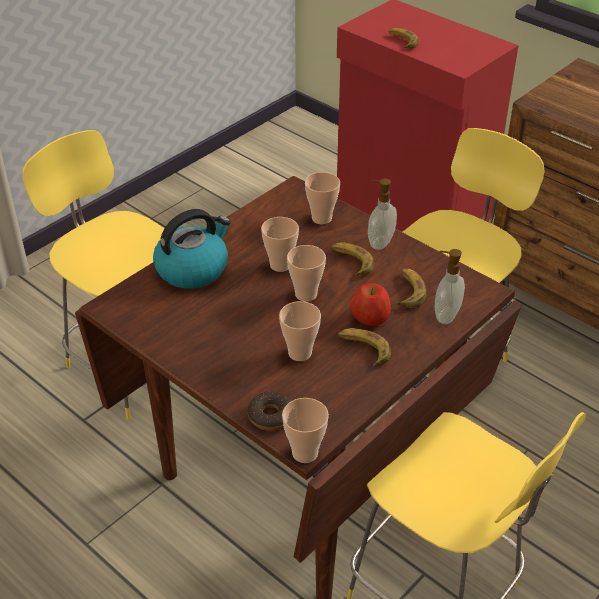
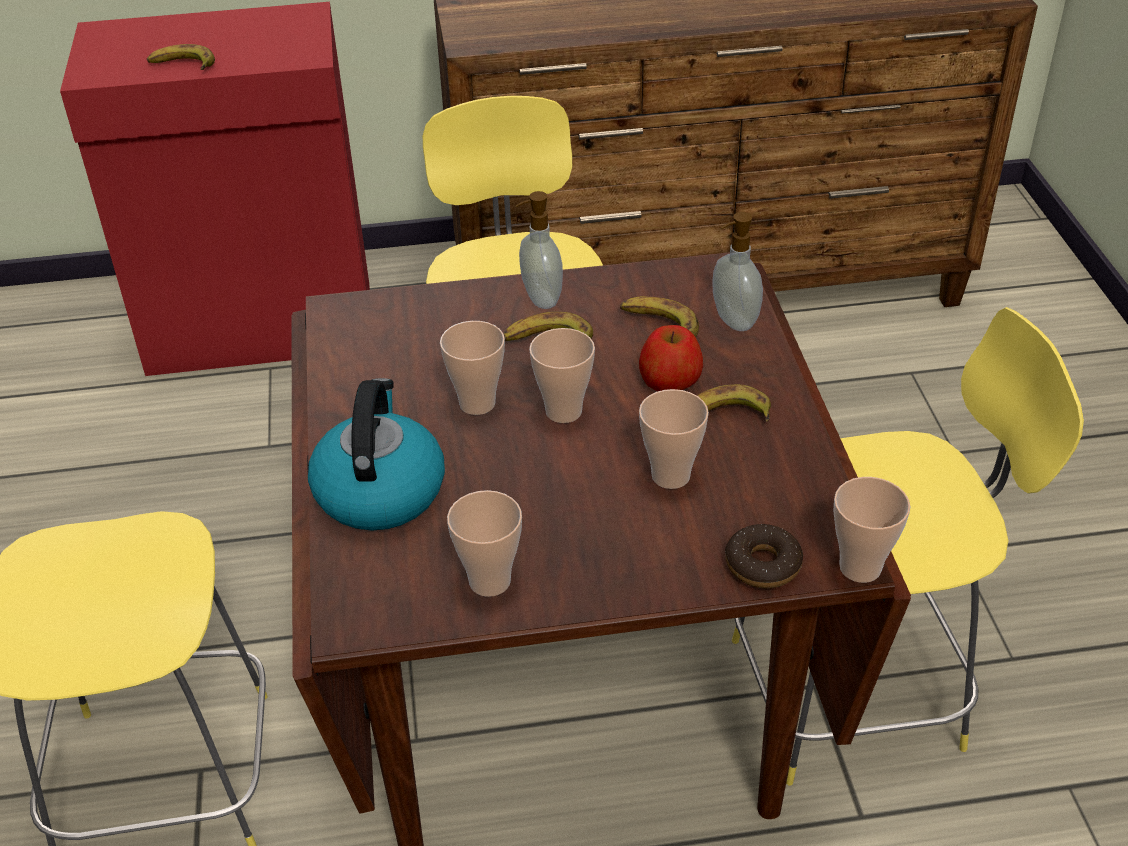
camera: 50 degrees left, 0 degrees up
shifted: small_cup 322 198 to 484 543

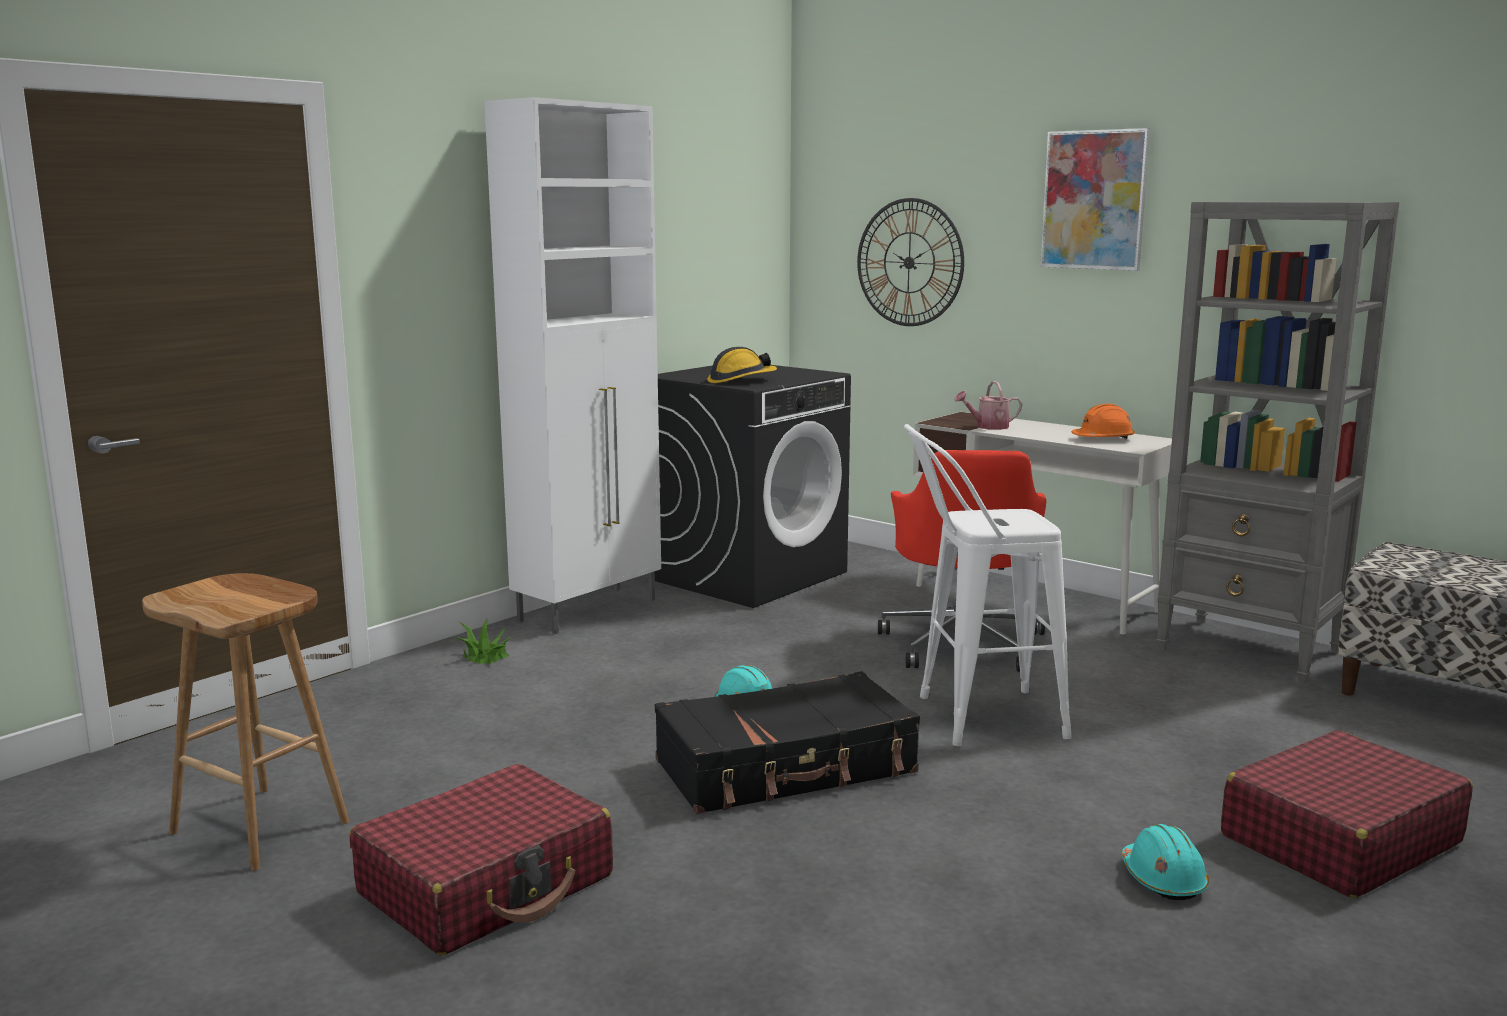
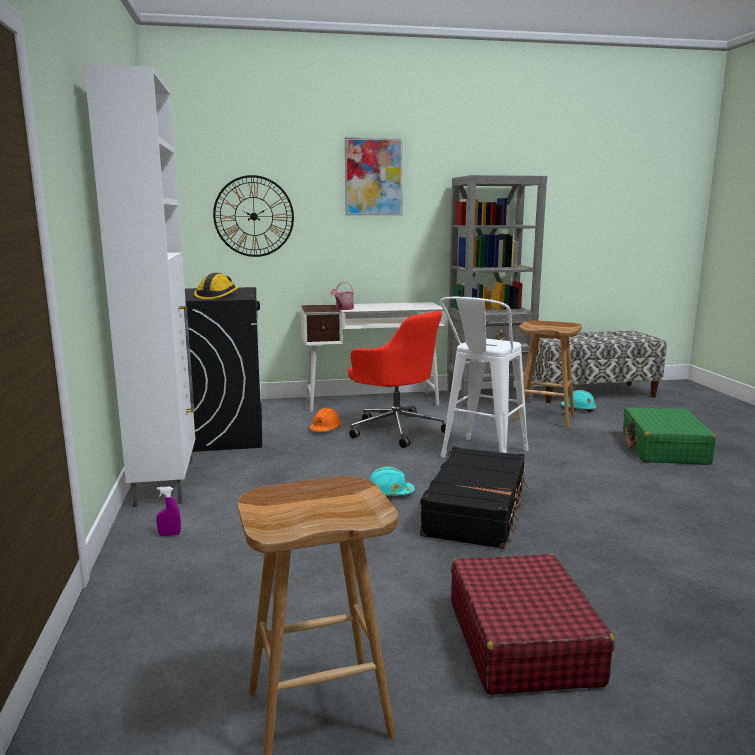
camera: 50 degrees left, 0 degrees up
new: brownish_stool 548 374
shifted: orange_work_helmet 1103 421 to 325 420; turquoise_work_helmet 1165 862 to 579 401
swapped: potted_plant 483 640 to purple_hand_sprayer 168 511
repainted: reddish_piece_of_luggage 1347 814 to green-coloured_piece_of_luggage 669 436

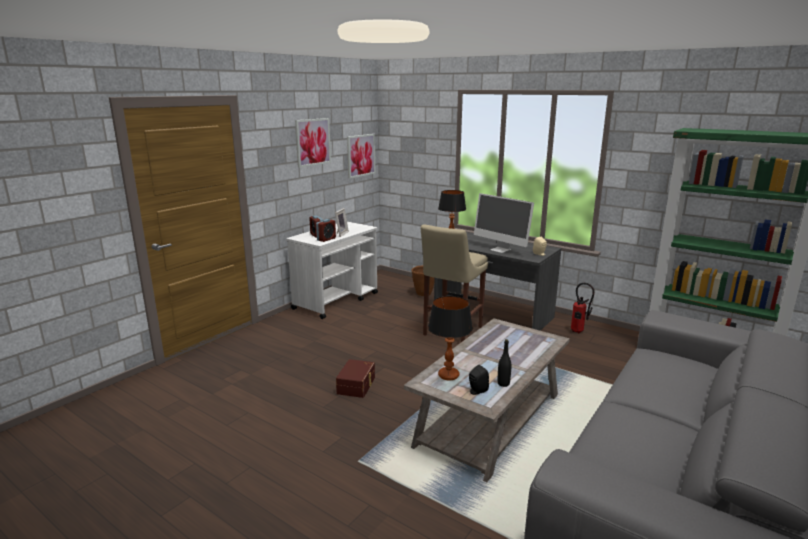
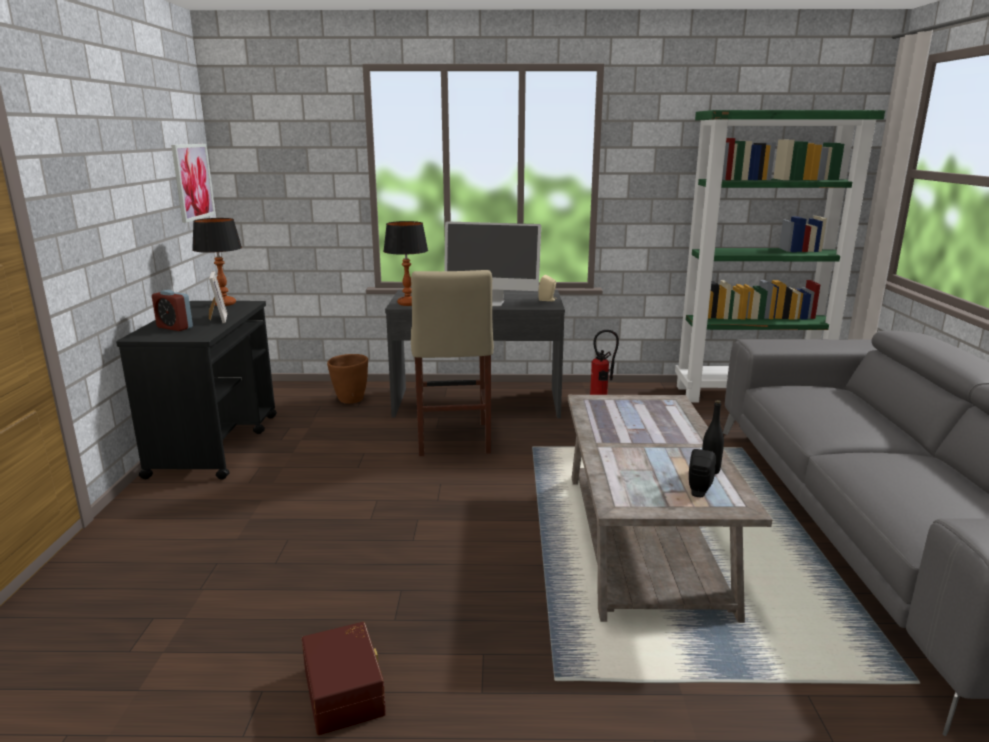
camera: 35 degrees left, 0 degrees up
gone: wall_art 313 143; bedside_clock 326 230
shifted: lamp_for_a_table 450 338 to 217 262; brownish_storage_container 355 378 to 344 678
repainted: whitish_wheeled_cart 332 270 to black-coloured_wheeled_cart 196 390

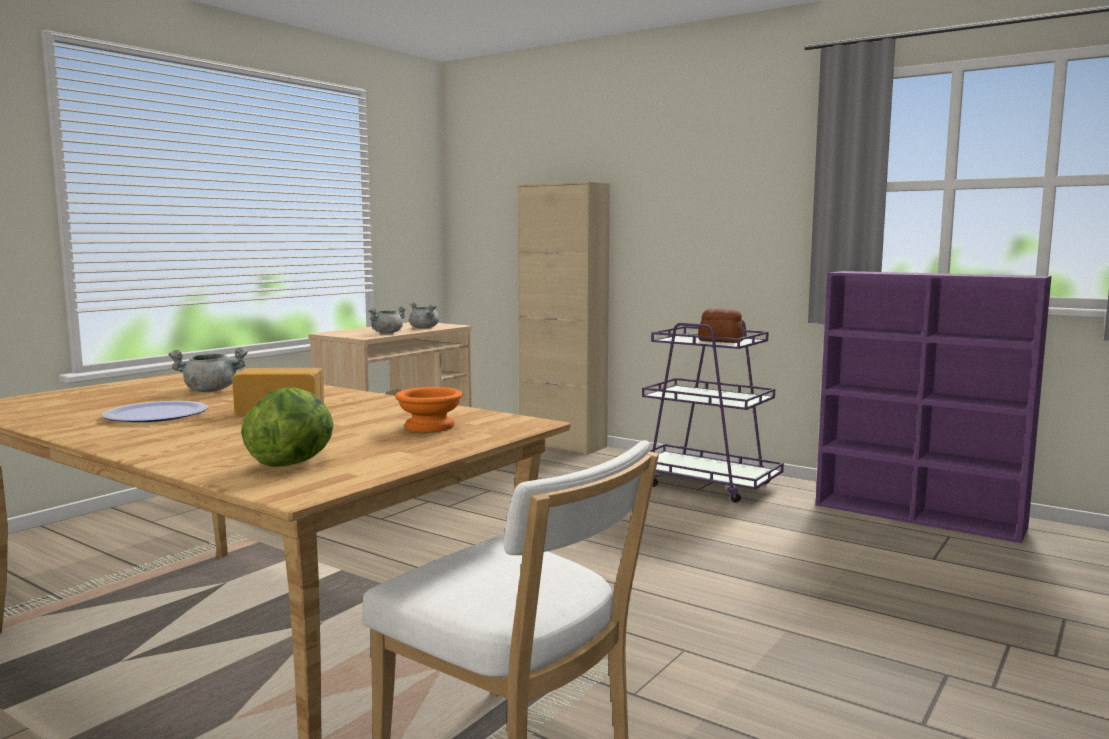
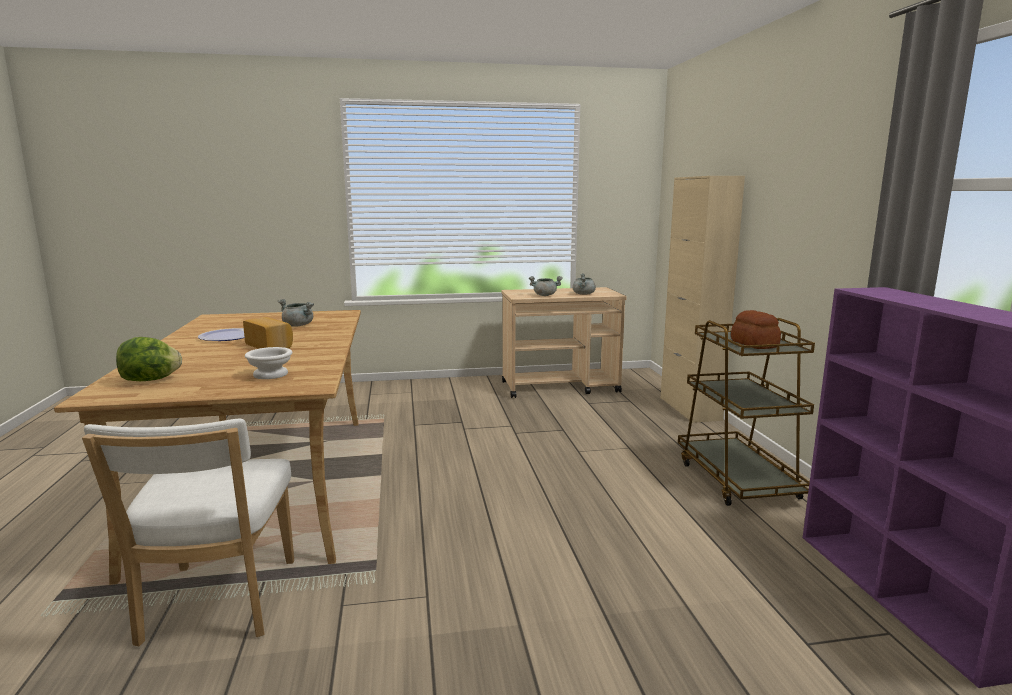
camera: 45 degrees right, 5 degrees up
repainted: purple_wheeled_cart 713 411 to brownish_wheeled_cart 746 412; orange_serving_bowl 429 409 to whitish_serving_bowl 269 363

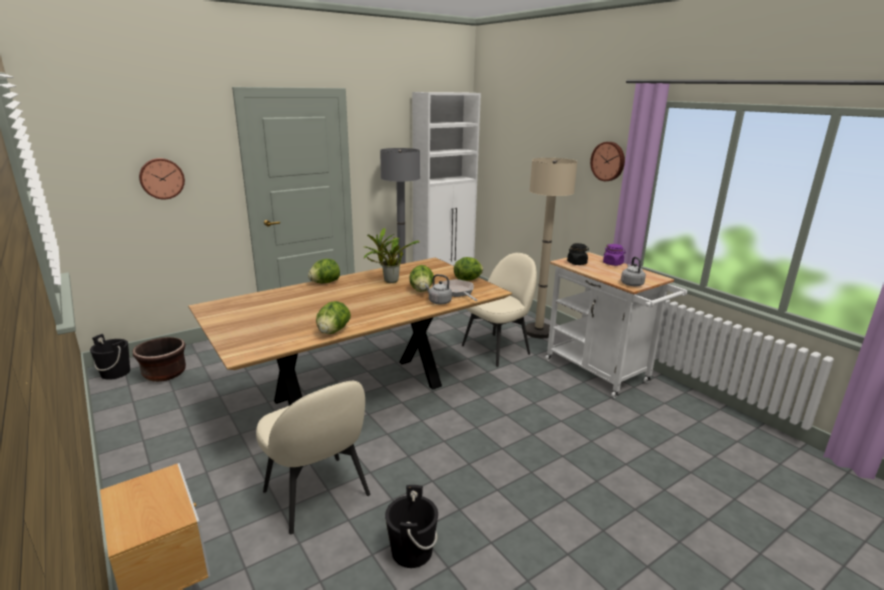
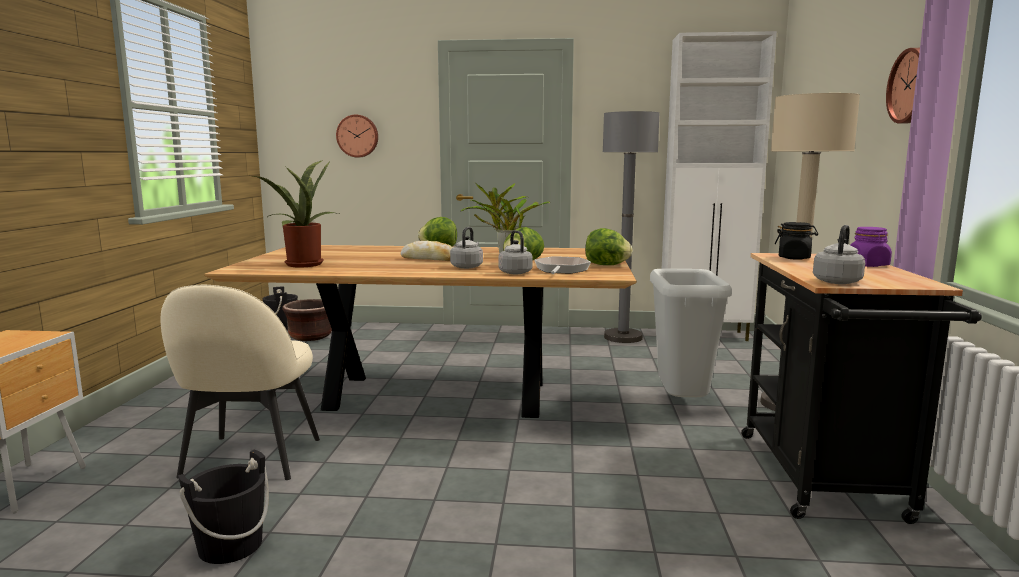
camera: 40 degrees right, 10 degrees down
gone: head_of_lettuce 333 317
new: potted_plant 297 214; greyish_water_kettle 466 248; bread 426 251
swapped: beige-coloured_chair 499 310 to greyish_rubbish_bin 691 333
repainted: whitish_wheeled_cart 616 325 to black-coloured_wheeled_cart 861 388

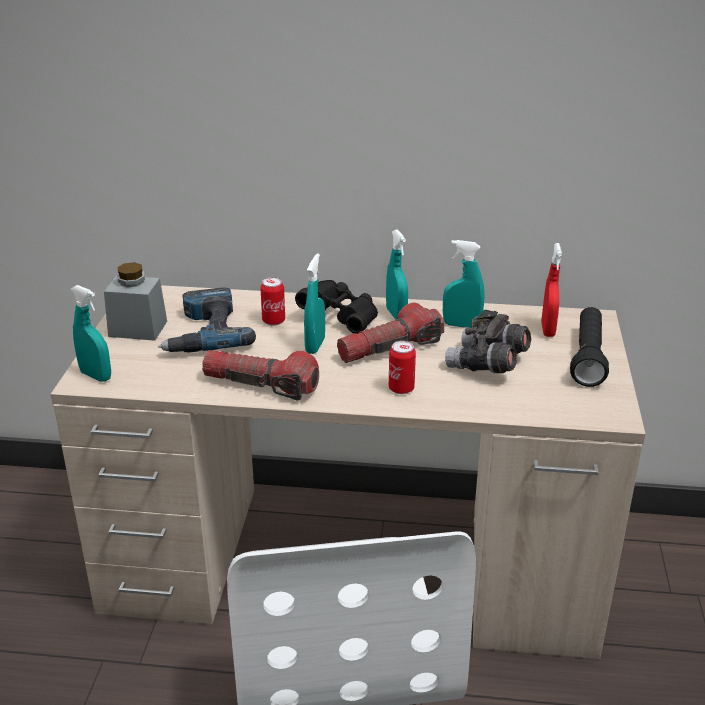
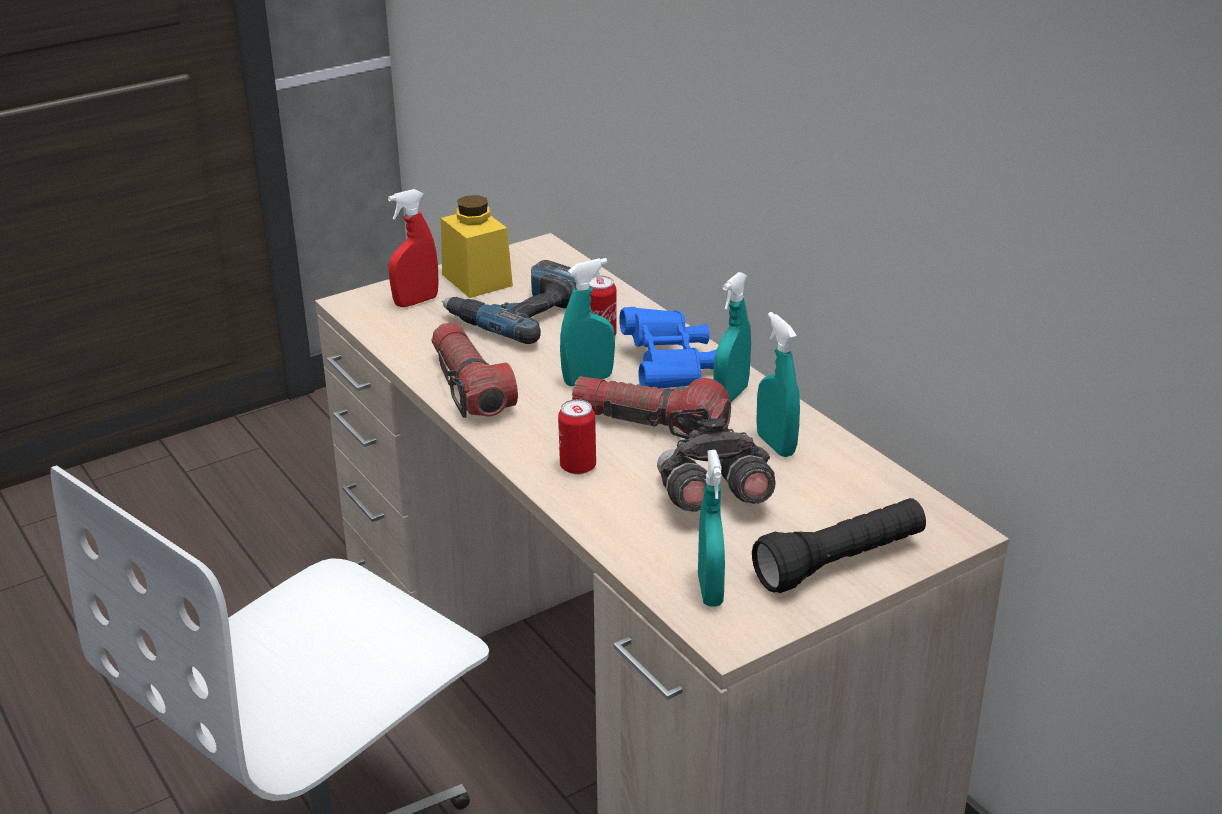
camera: 50 degrees right, 0 degrees up
shifted: reddish_hand_sprayer 551 290 to 413 248; turquoise_hand_sprayer 91 333 to 711 528
repainted: greyish_preserve_jar 135 301 to yellow_preserve_jar 477 246; black-coloured_binoculars 336 307 to bluish_binoculars 668 347

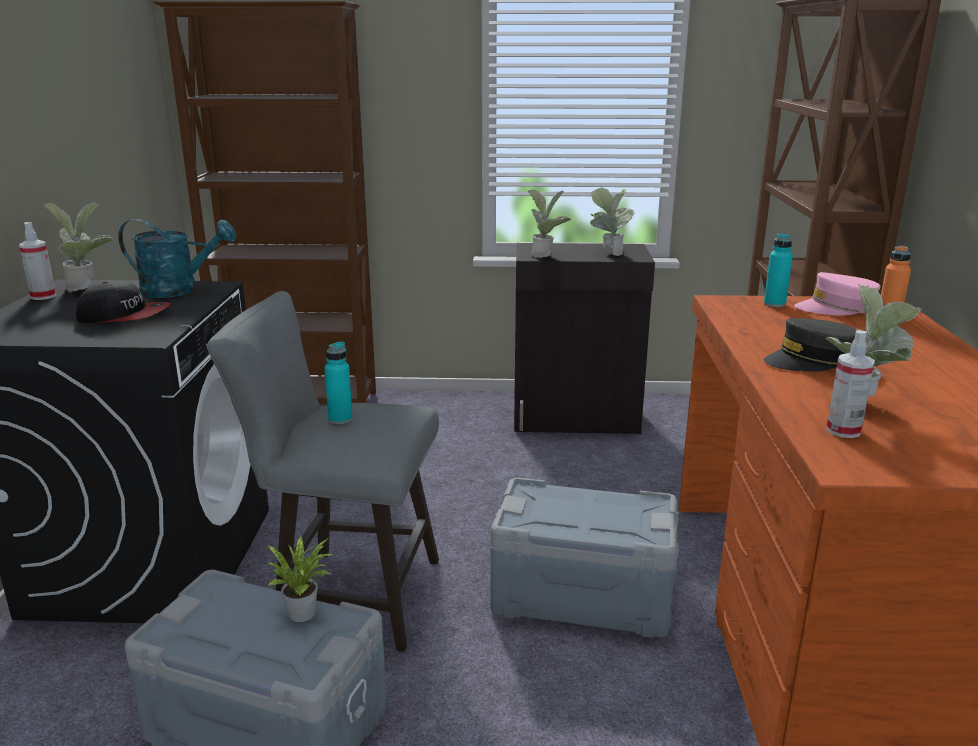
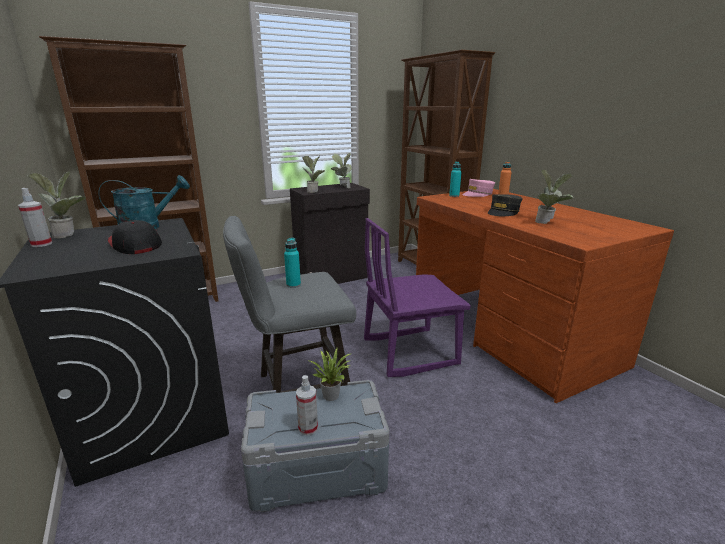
camera: 30 degrees left, 0 degrees up
shifted: hand_sprayer 850 384 to 307 405
swapped: greyish_storage_container 584 558 to purple_chair 417 297
rotated: cap 123 301 = 135 237 105 degrees counterclockwise

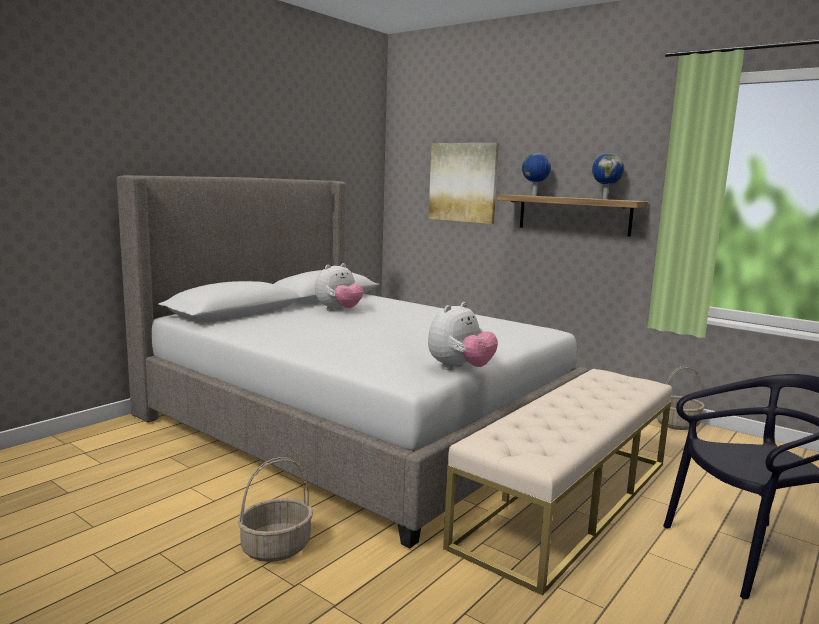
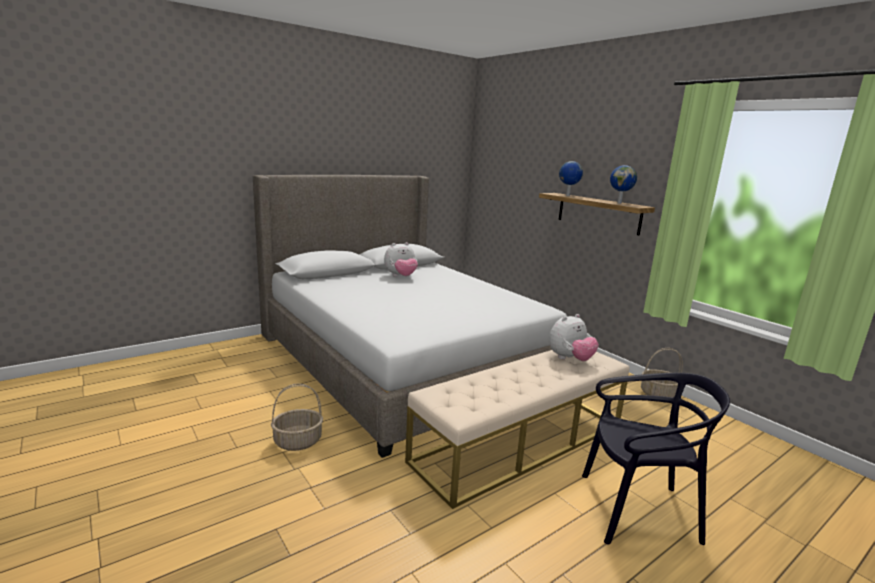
camera: 15 degrees right, 5 degrees up
gone: wall_art 464 183
shifted: cuddly_toy 463 336 to 574 337

